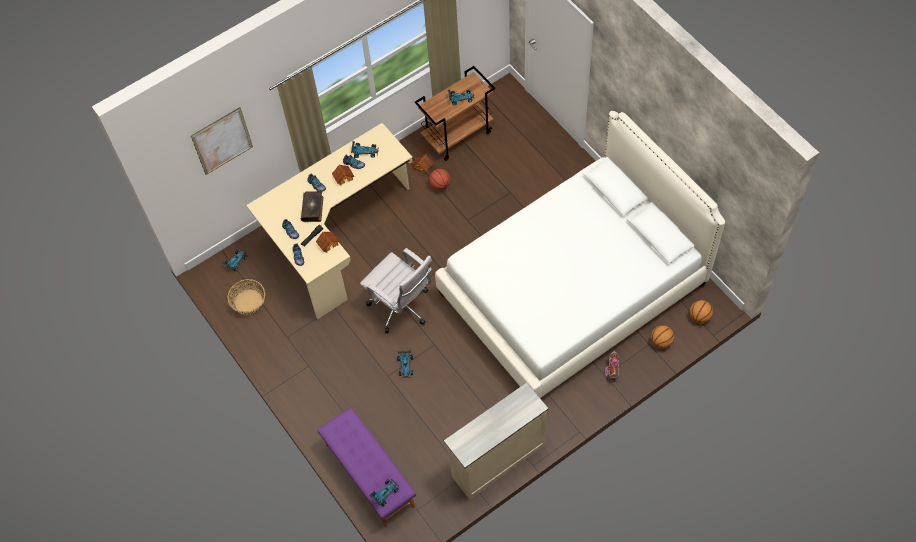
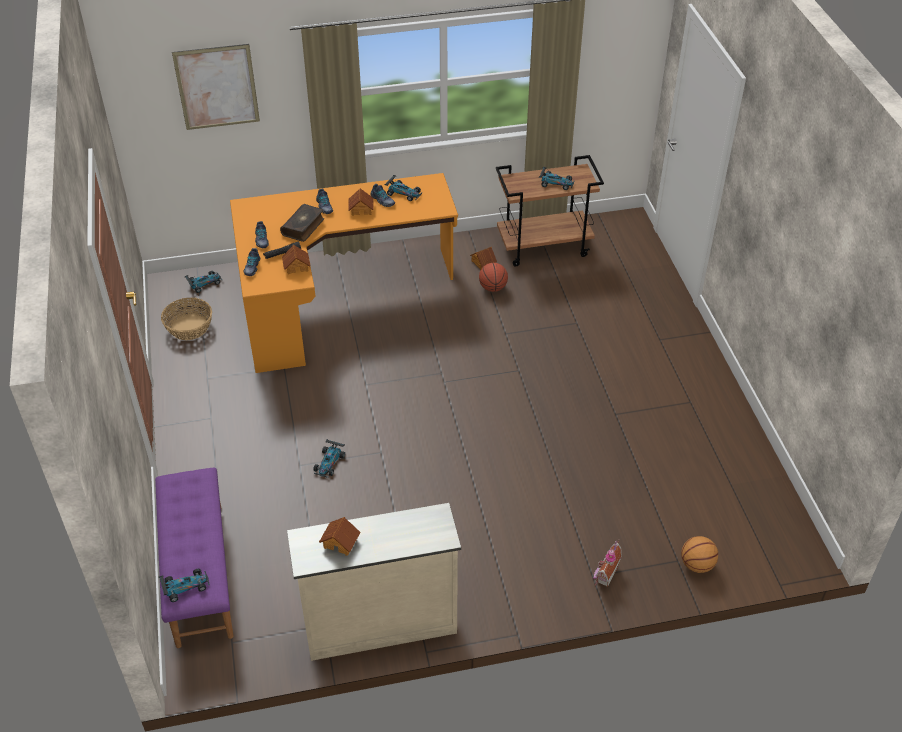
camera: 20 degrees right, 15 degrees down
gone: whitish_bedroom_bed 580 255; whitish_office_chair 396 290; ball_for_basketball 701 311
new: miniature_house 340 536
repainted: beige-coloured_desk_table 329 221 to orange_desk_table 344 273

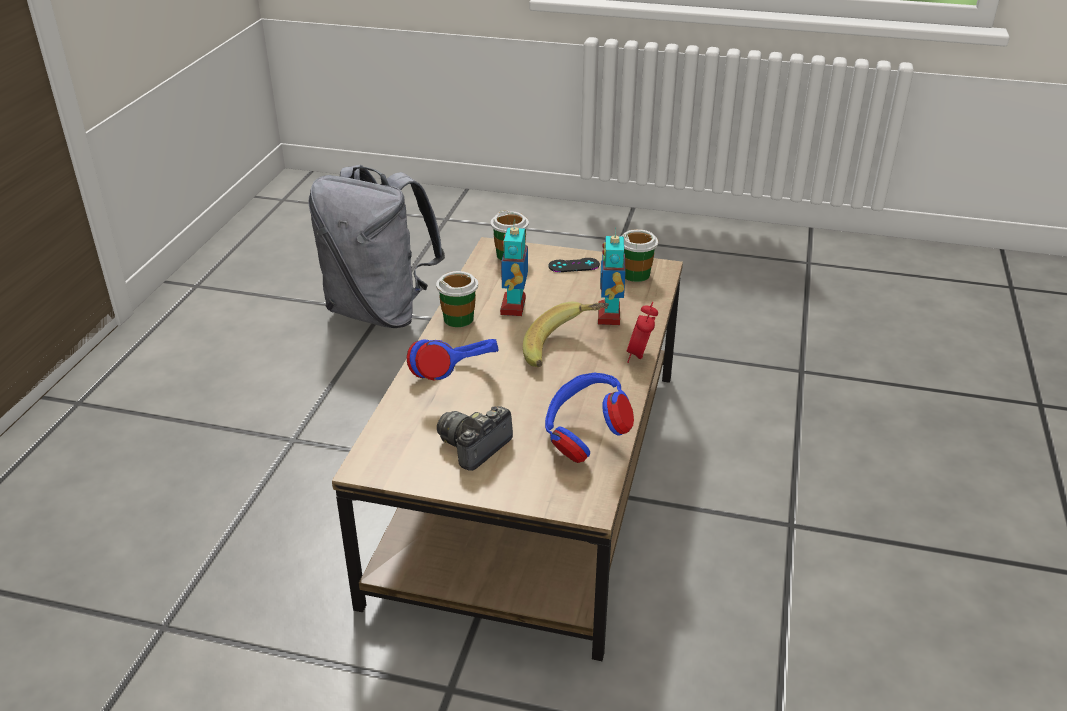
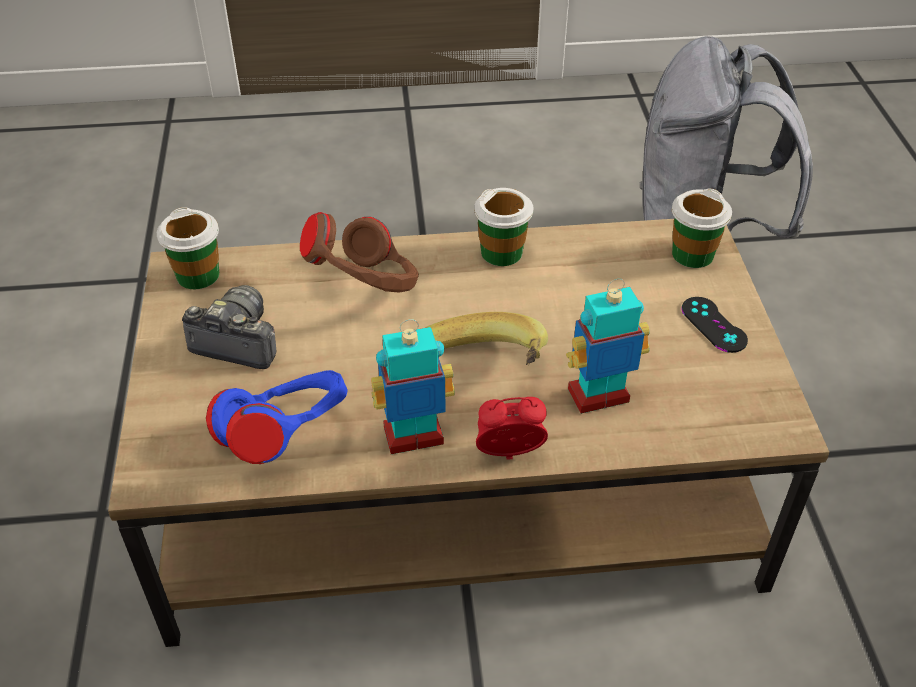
camera: 70 degrees right, 10 degrees up
shifted: robot_figure 514 267 to 413 386; small_cup 639 255 to 188 248
repainted: bluish_headphones 452 359 to brownish_headphones 359 252

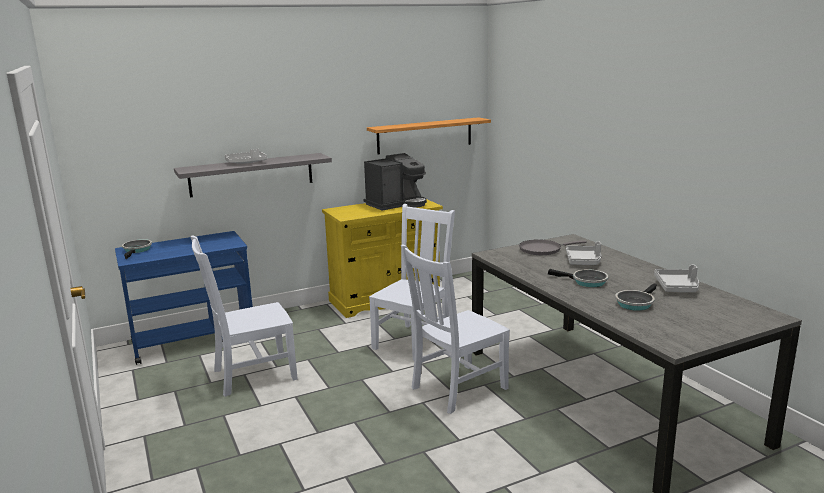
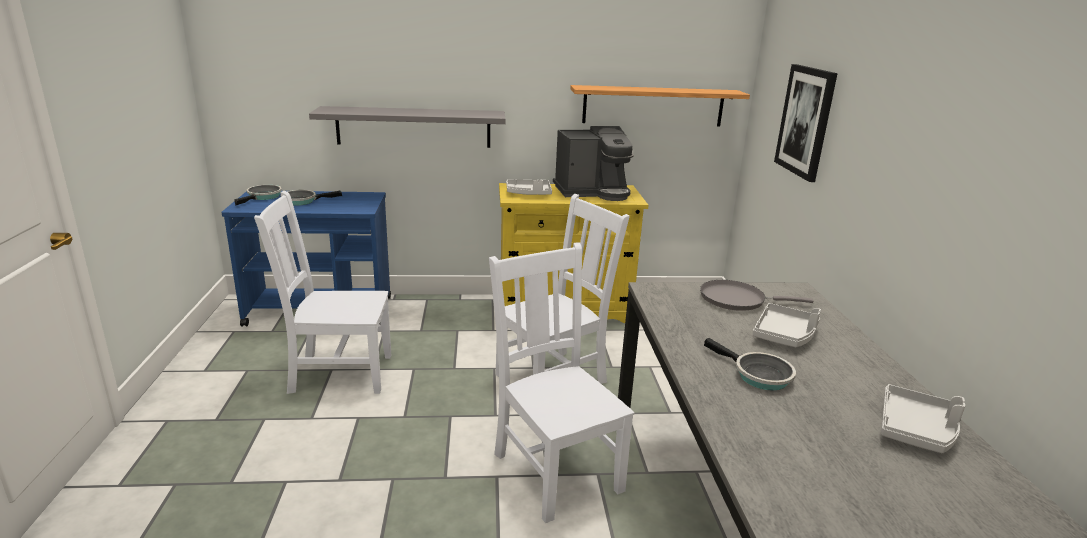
camera: 20 degrees right, 5 degrees up
new: wall_art 806 123
shifted: greyish_tray 246 156 to 529 187; skillet 636 297 to 314 198
rotated: whitish_chair 455 329 = 561 382 75 degrees clockwise

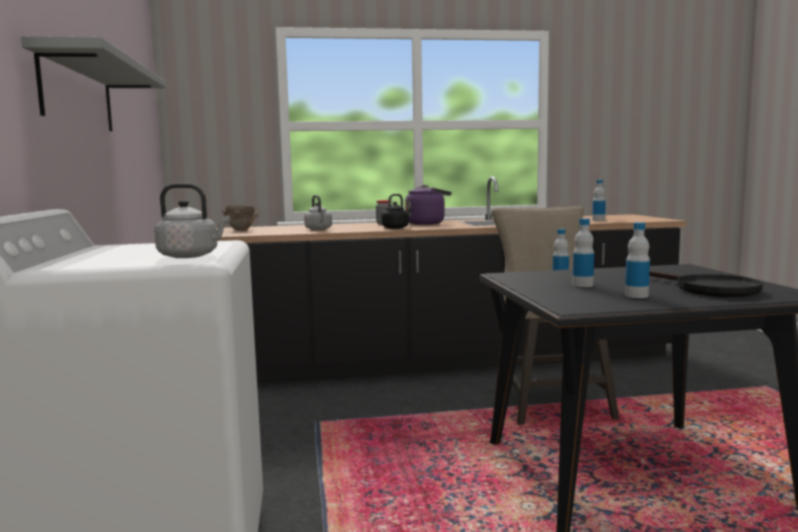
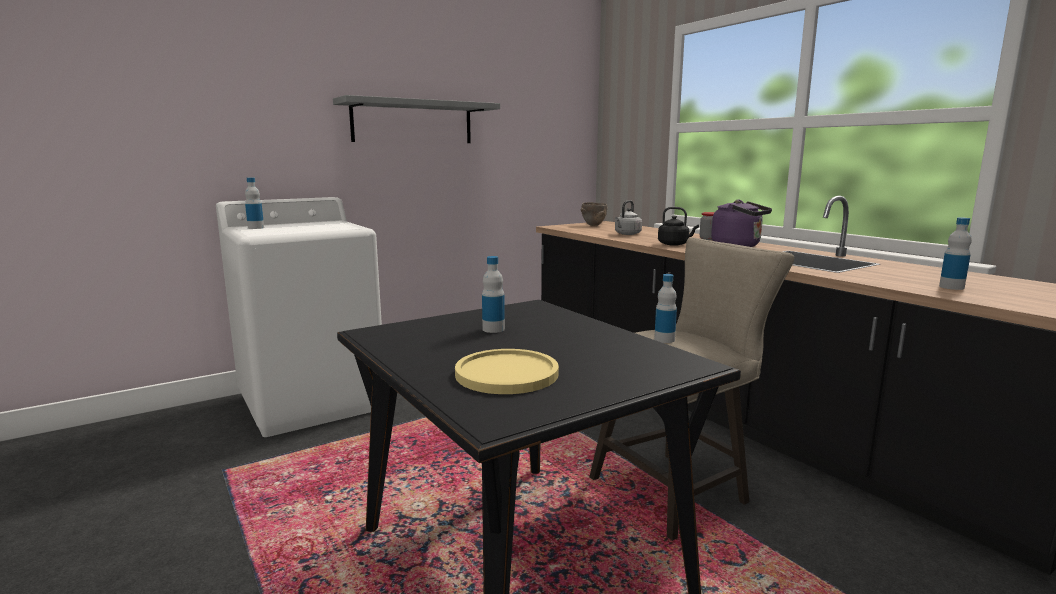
camera: 65 degrees right, 5 degrees up
gone: greyish_water_kettle 192 220
shifted: bottle 637 260 to 254 203
swapped: black-coloured_skillet 706 283 to yellow_dinner_plate 507 371

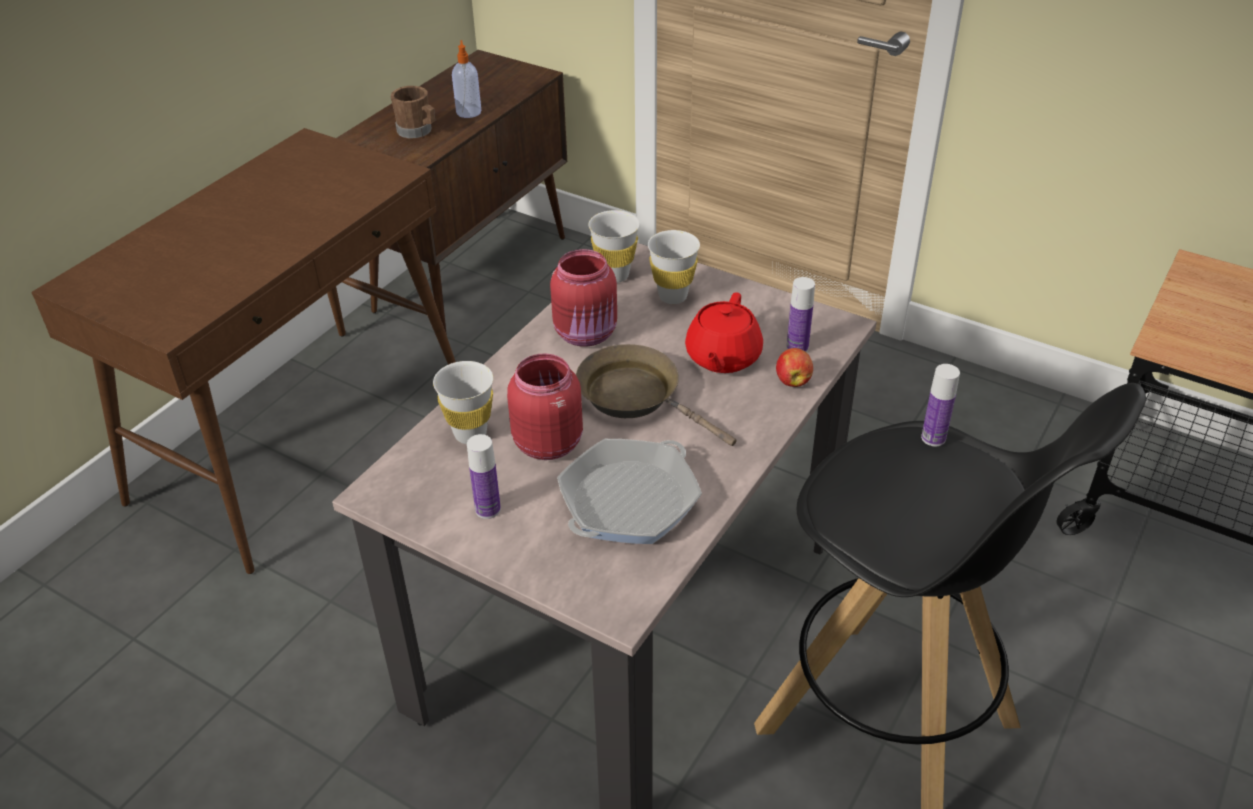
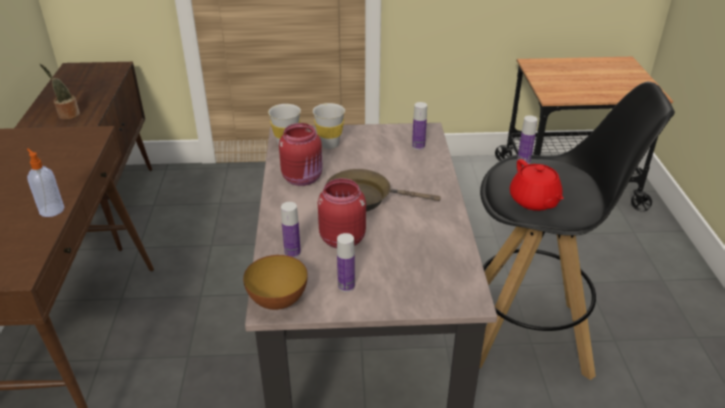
camera: 35 degrees left, 5 degrees down
gone: whole_apple 794 367; skillet 629 491
new: serving_bowl 275 282
shifted: liquid_soap_bottle 466 79 to 45 182; reddish_pot_for_tea 724 332 to 537 185
swapped: brownish_coffee_mug 412 112 to potted_plant 60 92; whitish_small_cup 463 402 to bottle 291 230

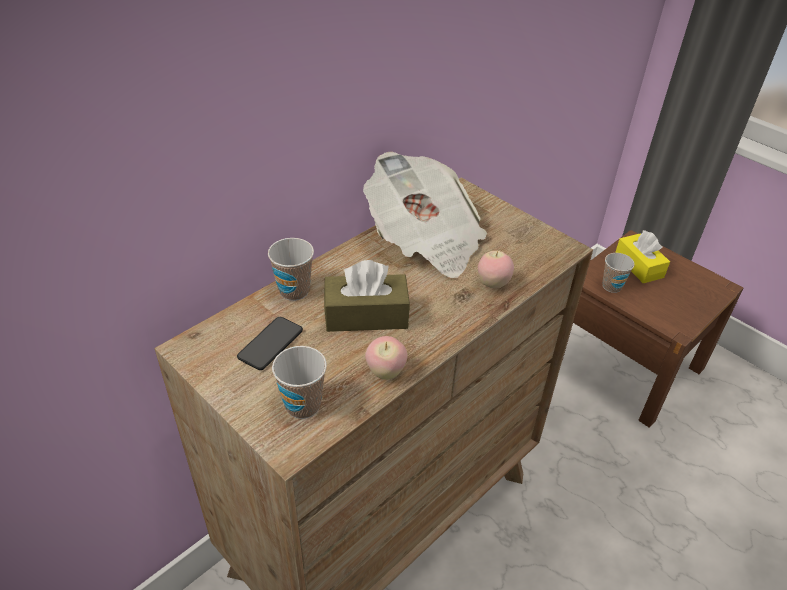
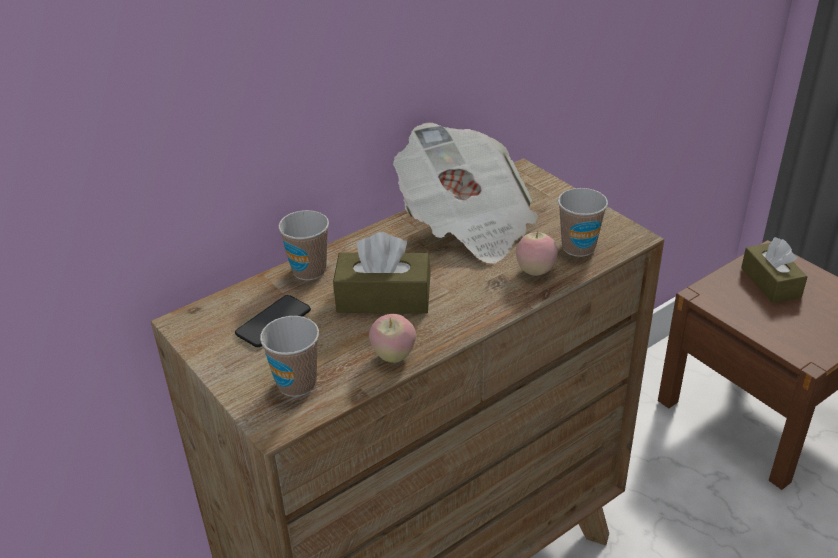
camera: 10 degrees right, 5 degrees down
shifted: small_cup 618 273 to 583 222
repainted: yellow_box_of_tissues 642 256 to brownish_box_of_tissues 774 270

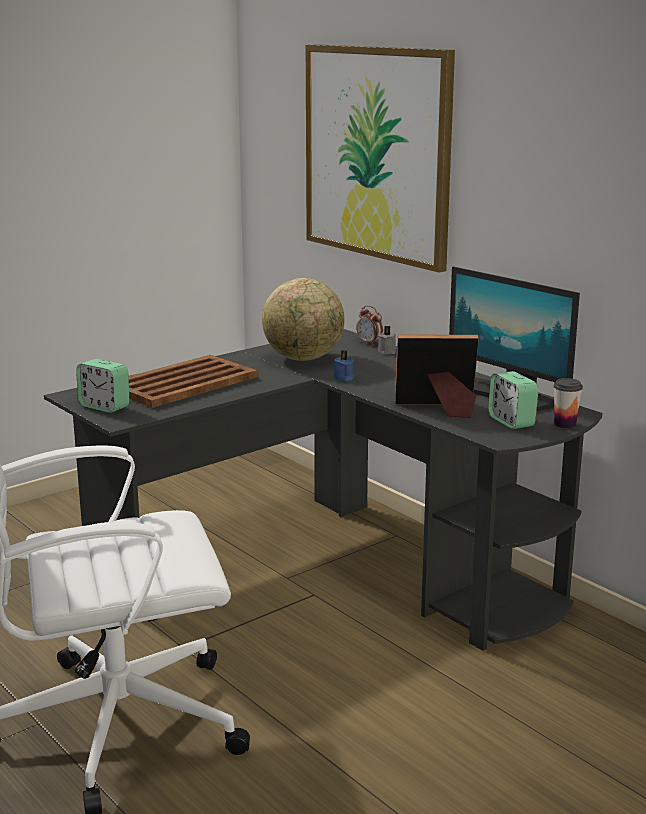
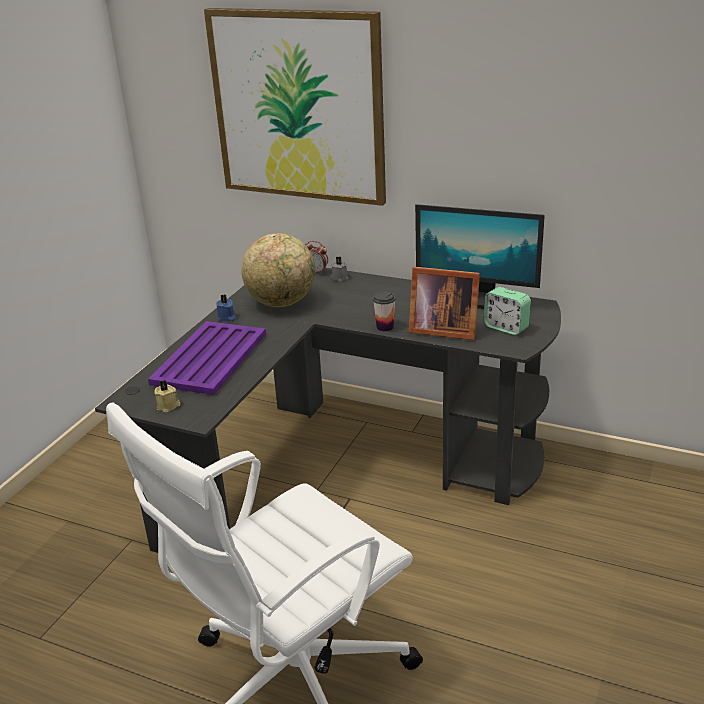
camera: 25 degrees left, 10 degrees up
shifted: bluish_candle 343 366 to 226 308; small_cup 568 403 to 384 311
swapped: bedside_clock 102 386 to beige-coloured_candle 167 396
repainted: brownish_tray 193 381 to purple_tray 207 358
rotated: photo_frame 437 376 = 444 303 135 degrees counterclockwise

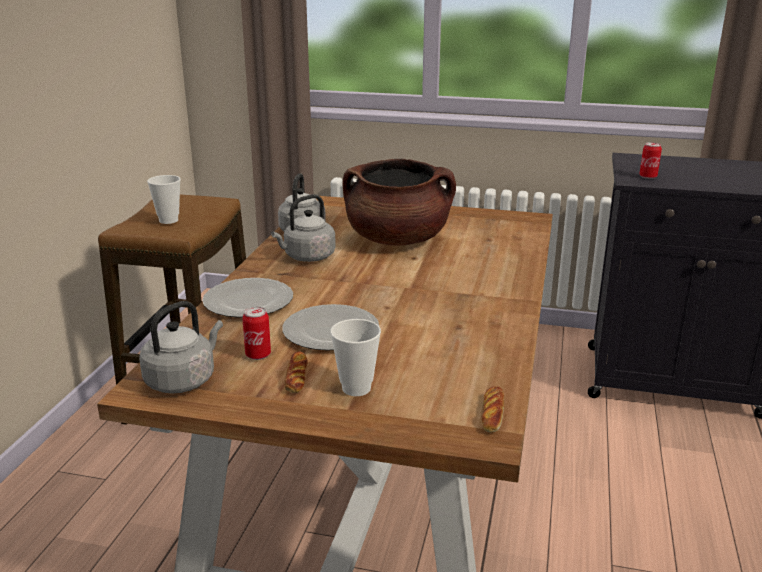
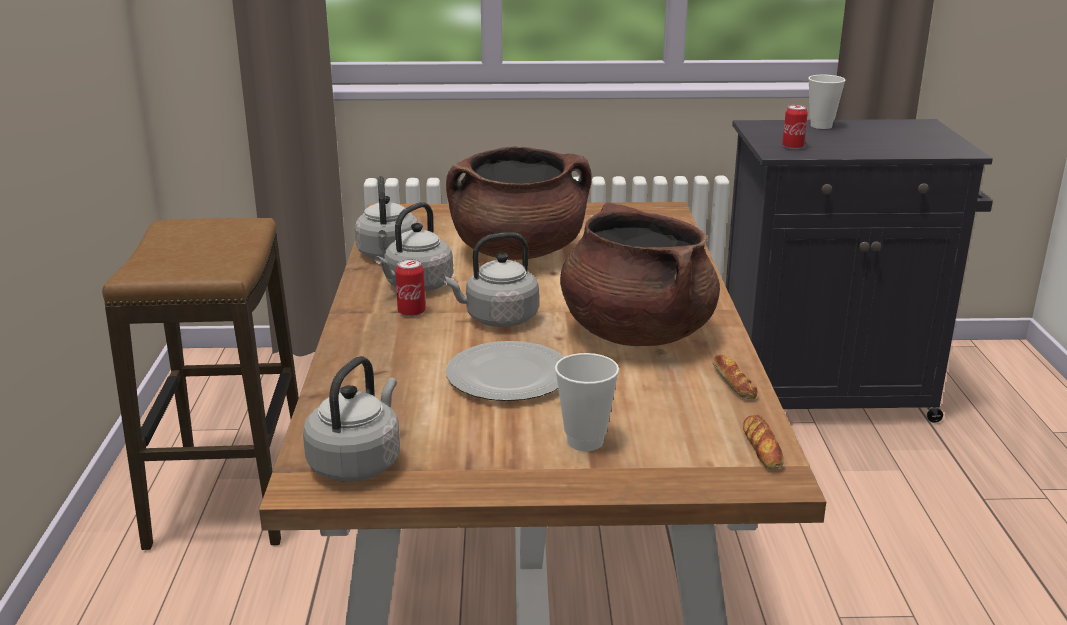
camera: 15 degrees left, 0 degrees up
gone: dinner_plate 247 297
new: brownish_cooking_pot 640 274; greyish_water_kettle 491 279
shifted: small_cup 164 199 to 827 102; can 256 333 to 410 288; bread 296 372 to 735 377

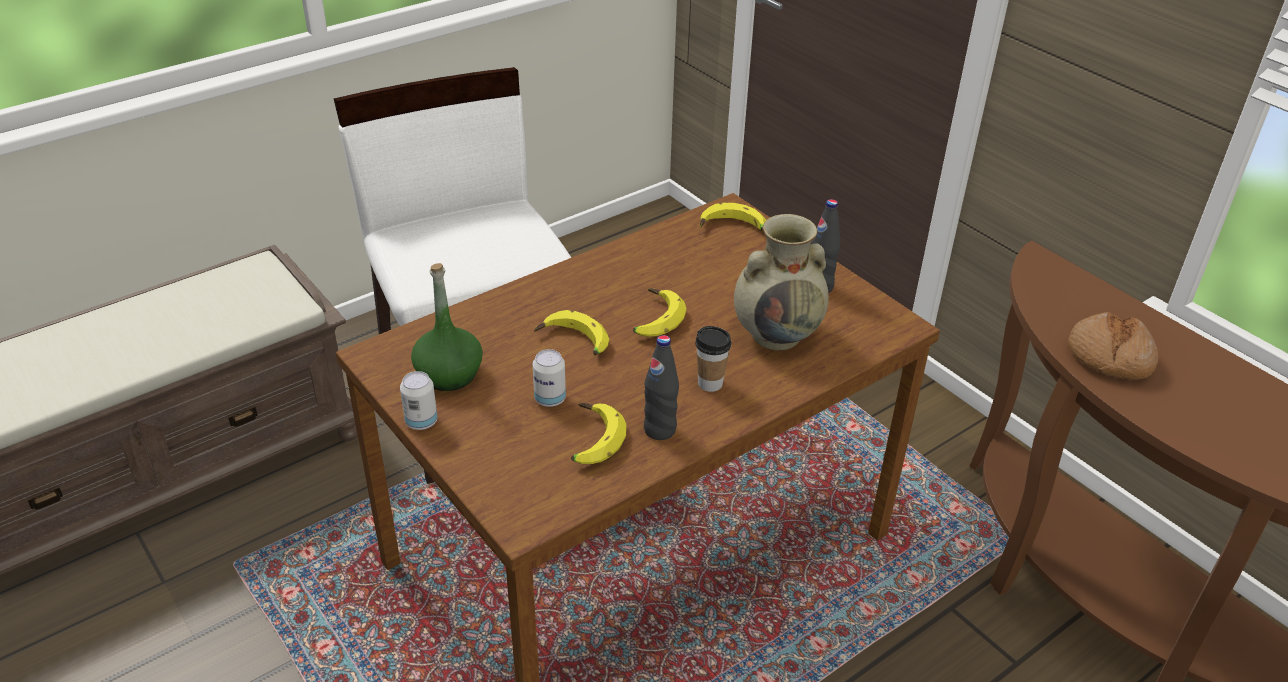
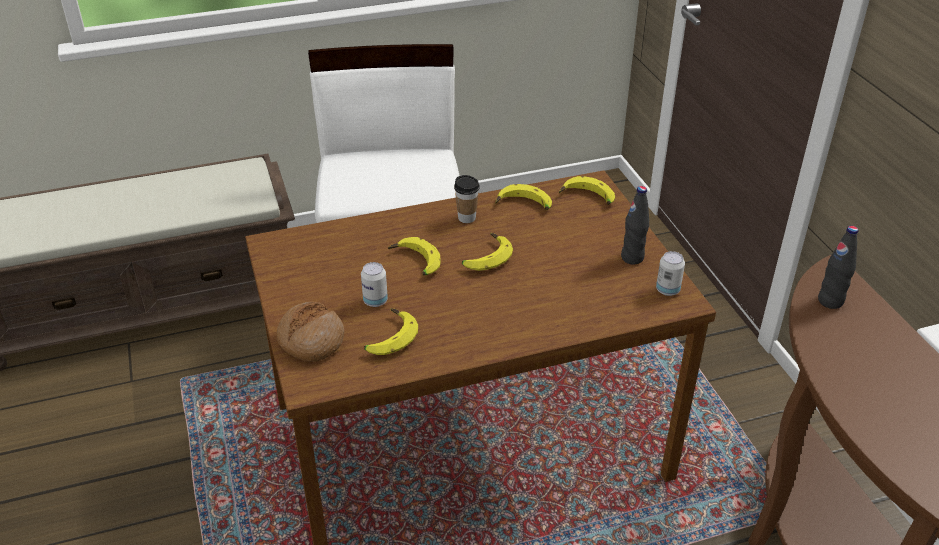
camera: 20 degrees right, 0 degrees up
gone: beige-coloured_vase 781 282; green-coloured_bottle 447 327
new: whole_banana 523 197
shifted: bread 1113 346 to 310 332; small_cup 713 359 to 467 199; black-coloured_bottle 661 387 to 838 267; can 419 400 to 670 273

